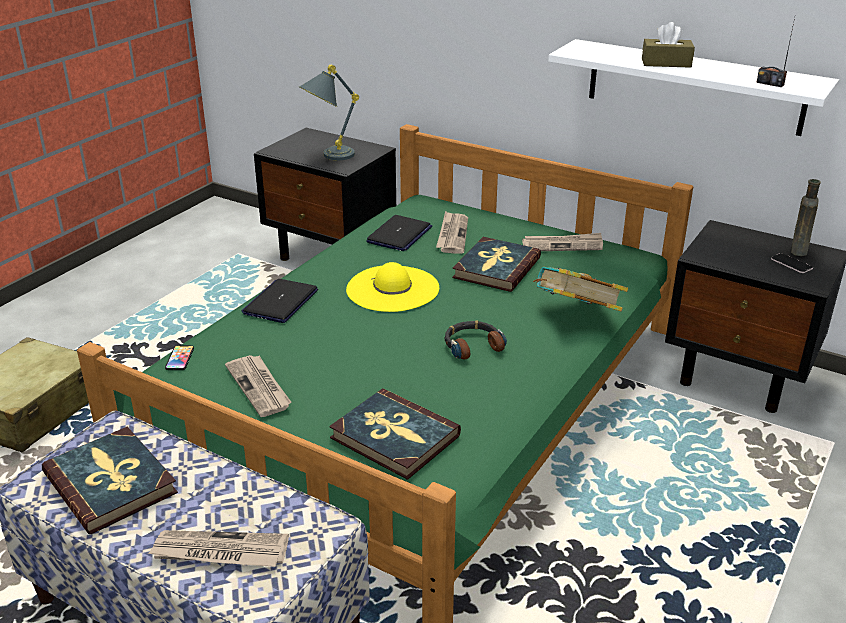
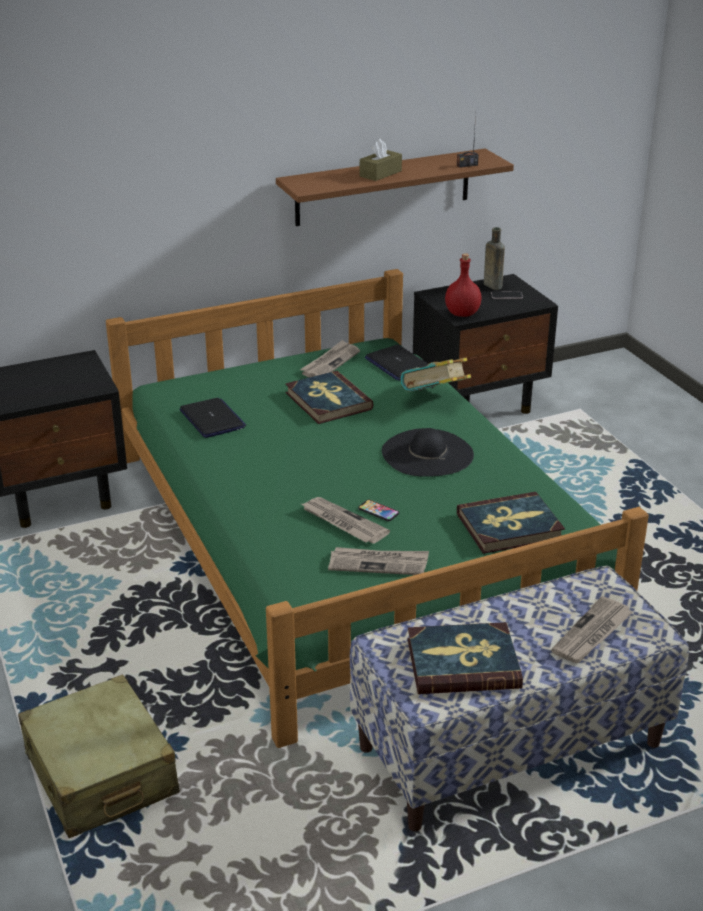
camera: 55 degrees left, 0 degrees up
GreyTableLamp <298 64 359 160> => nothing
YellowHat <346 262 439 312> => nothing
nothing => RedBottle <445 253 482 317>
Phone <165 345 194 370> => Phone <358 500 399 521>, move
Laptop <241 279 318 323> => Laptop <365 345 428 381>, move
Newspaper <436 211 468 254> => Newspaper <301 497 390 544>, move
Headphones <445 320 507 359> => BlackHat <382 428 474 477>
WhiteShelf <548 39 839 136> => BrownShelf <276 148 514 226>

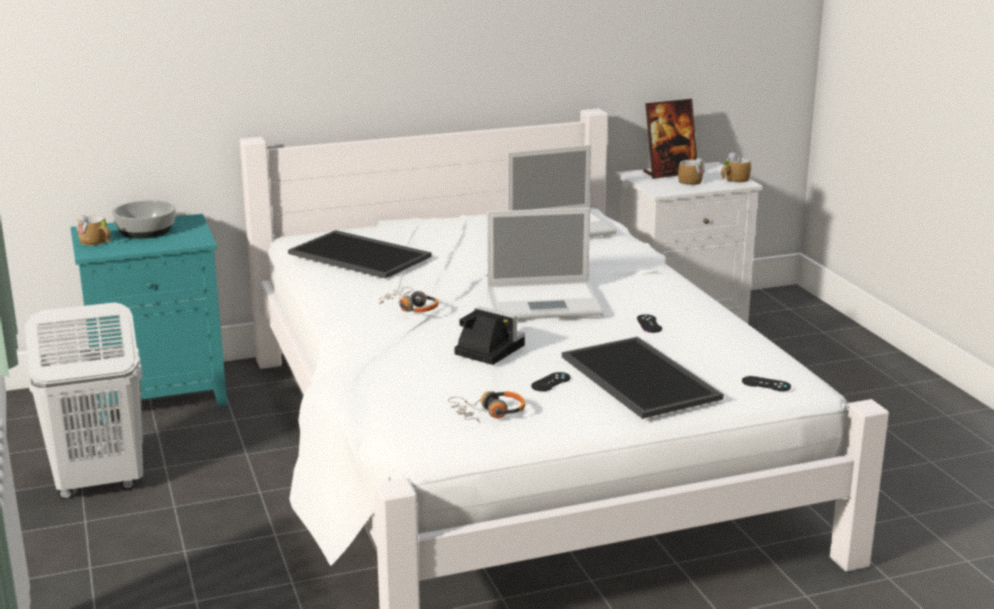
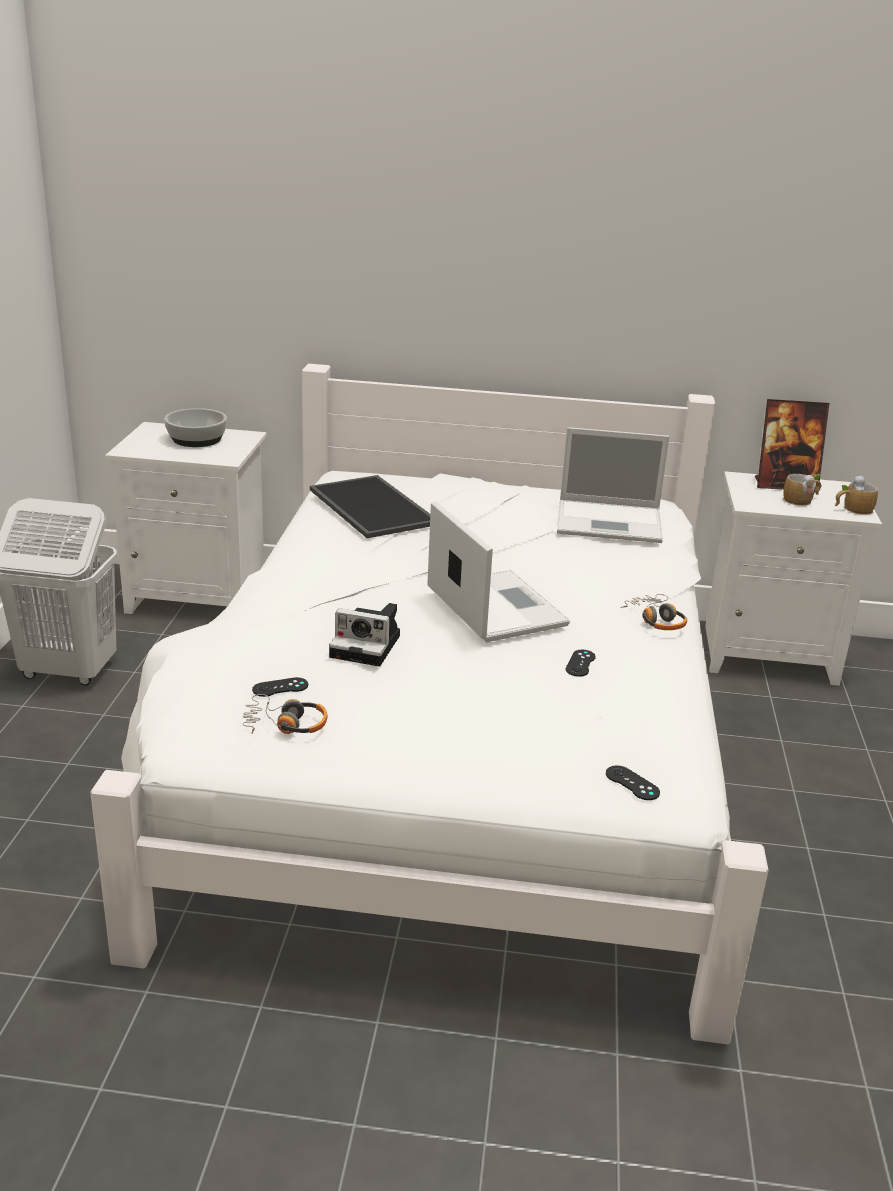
camera: 25 degrees right, 5 degrees up
Mug <76 215 111 245> => nothing
Tray <562 337 724 419> => nothing
Headphones <379 287 438 312> => Headphones <621 594 687 630>, move
BlackGameController <531 372 570 391> => BlackGameController <252 677 308 697>, move
TurquoiseNightstand <70 214 227 423> => WhiteNightstand <105 422 267 614>
PhotoCamera <454 306 525 365> => PhotoCamera <329 603 400 667>, 135 degrees clockwise
Laptop <487 207 604 320> => Laptop <427 501 570 642>, 135 degrees counterclockwise

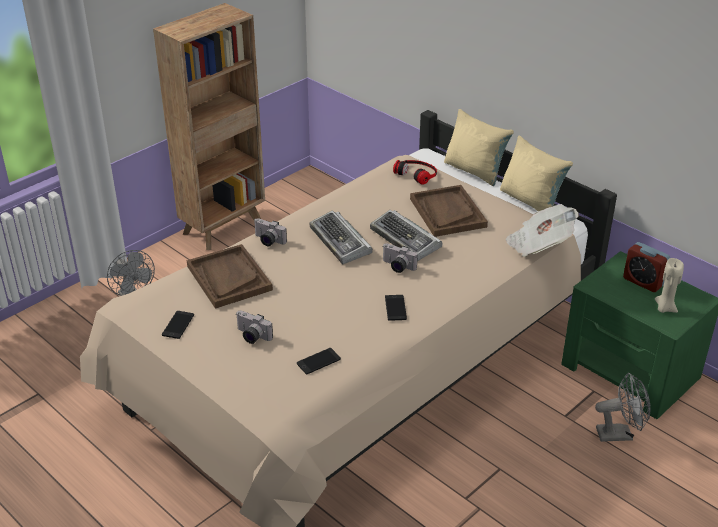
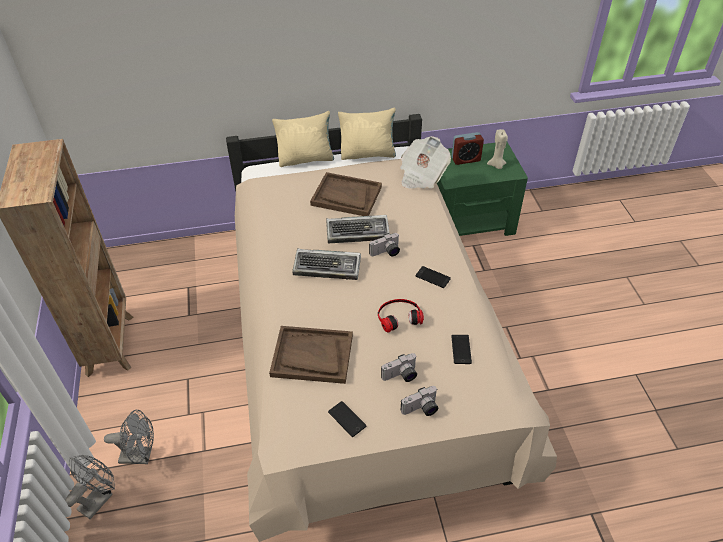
camera: 55 degrees left, 10 degrees up
PhotoCamera <254 218 287 246> => PhotoCamera <401 386 438 416>, move
Headphones <393 160 437 185> => Headphones <378 299 424 333>, move
GreyFan <595 373 651 442> => GreyFan <65 455 115 519>, move

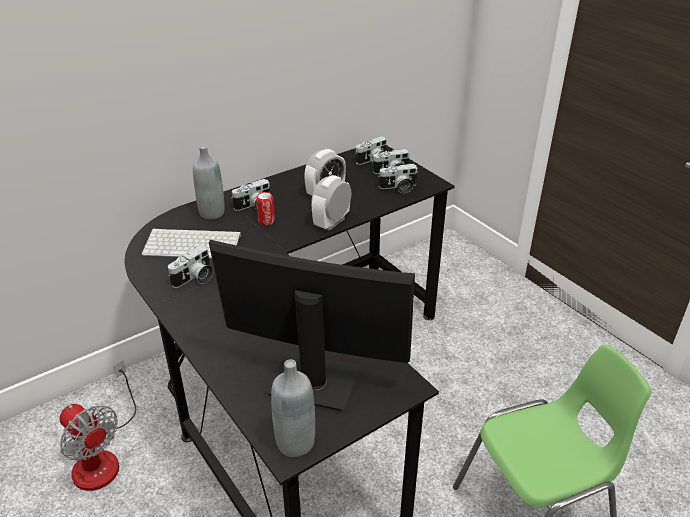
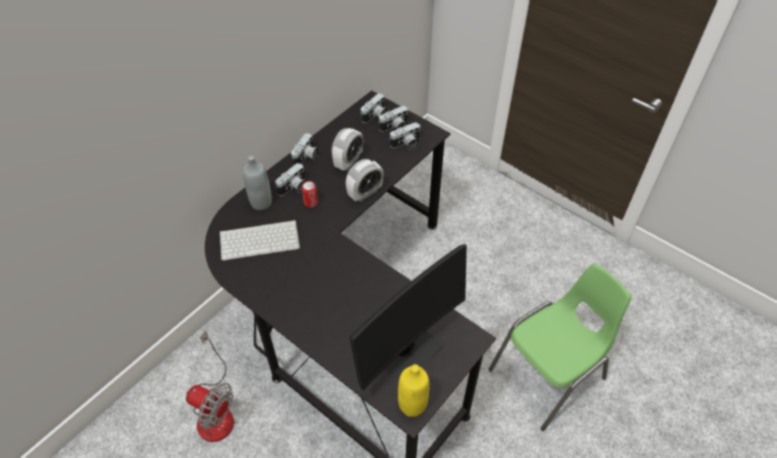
camera: 15 degrees left, 15 degrees up
PhotoCamera <168 245 213 288> => PhotoCamera <291 133 319 165>, move
GreyBottle <271 359 315 457> => YellowBottle <398 364 429 417>
Monitor <209 240 415 411> => Monitor <349 244 467 391>, 135 degrees clockwise
AlarmClock <311 175 352 231> => AlarmClock <346 159 383 202>, 150 degrees counterclockwise

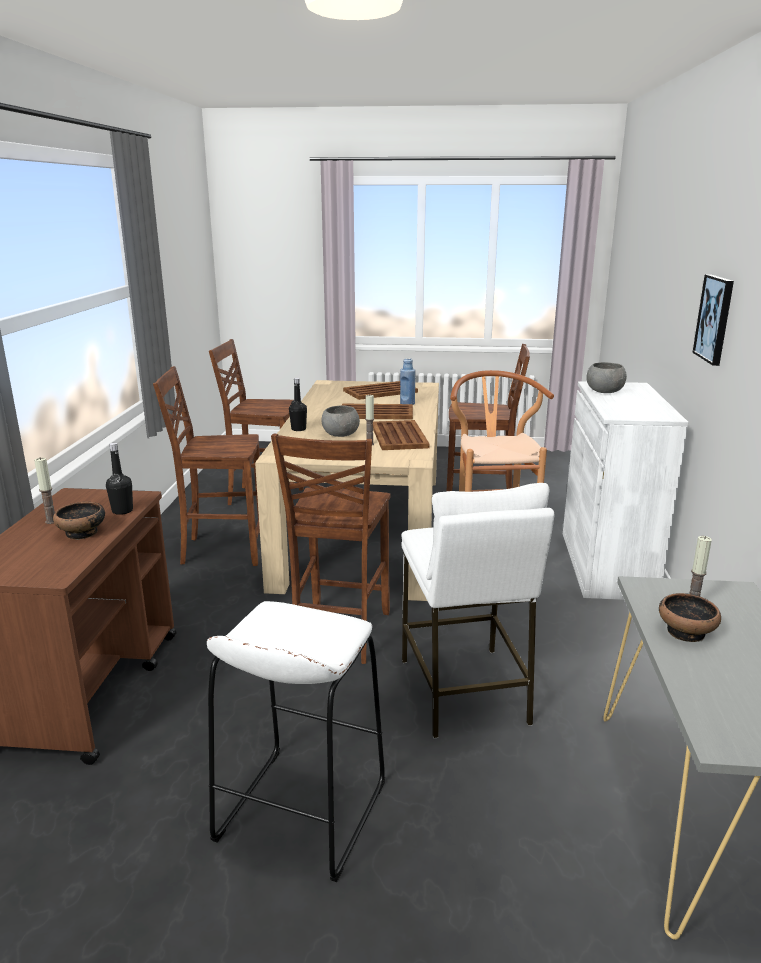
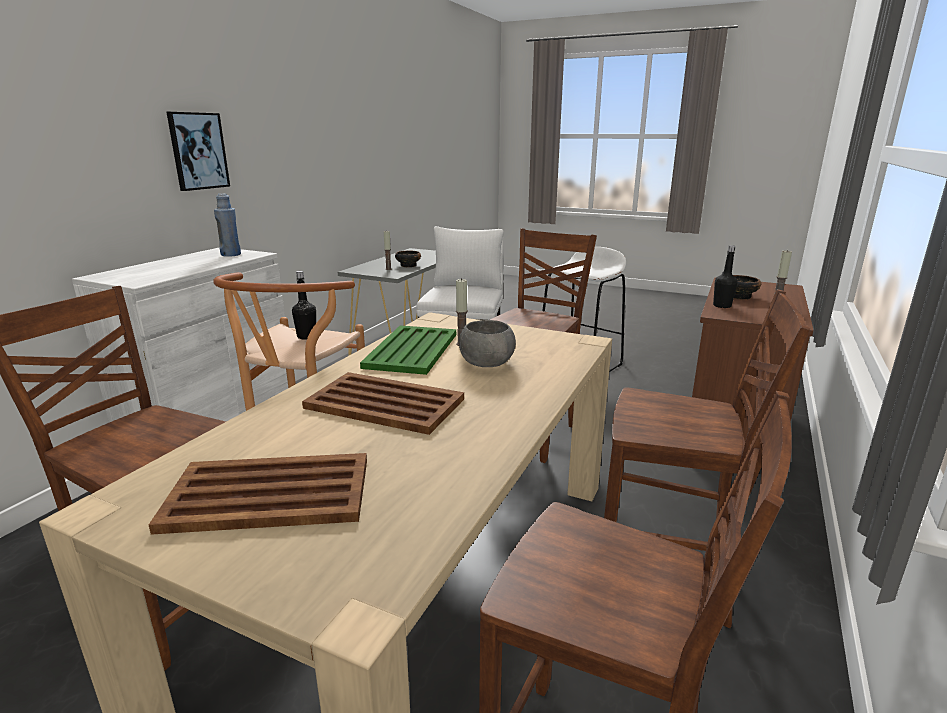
camera: 160 degrees left, 0 degrees up
GreyBowl <586 362 627 393> => nothing
BlackBottle <289 378 307 431> => BlackBottle <292 271 316 340>, move
BlueBottle <400 358 415 405> => BlueBottle <214 194 241 257>, move
BrownTray <373 420 430 450> => GreenTray <360 325 456 375>

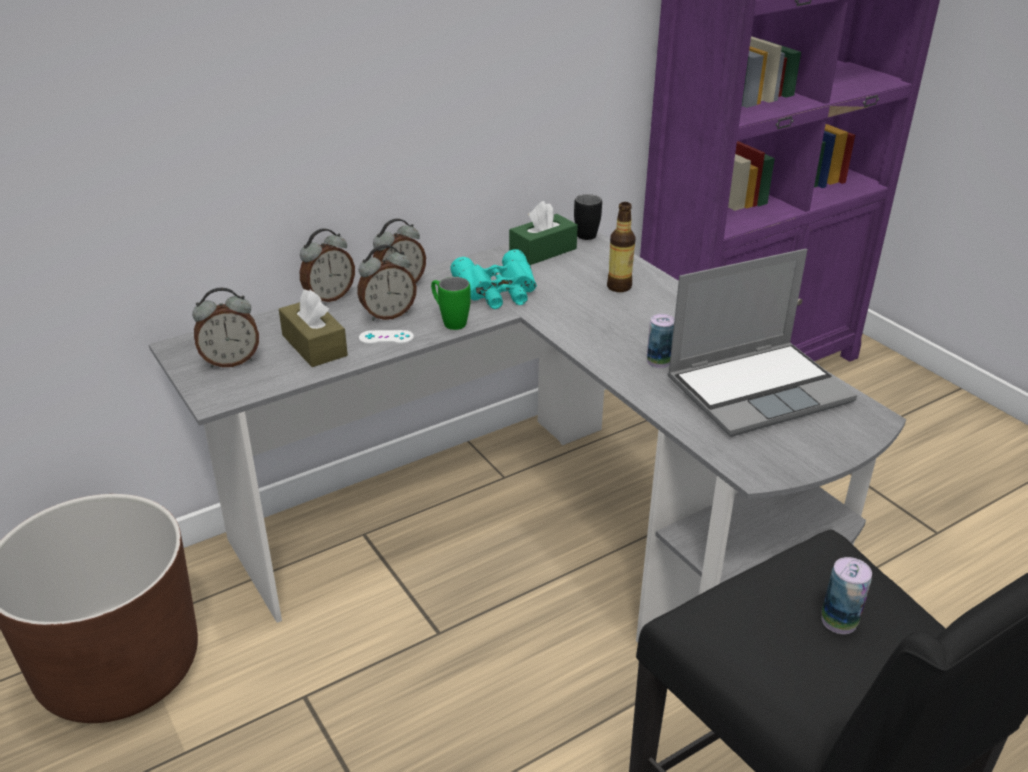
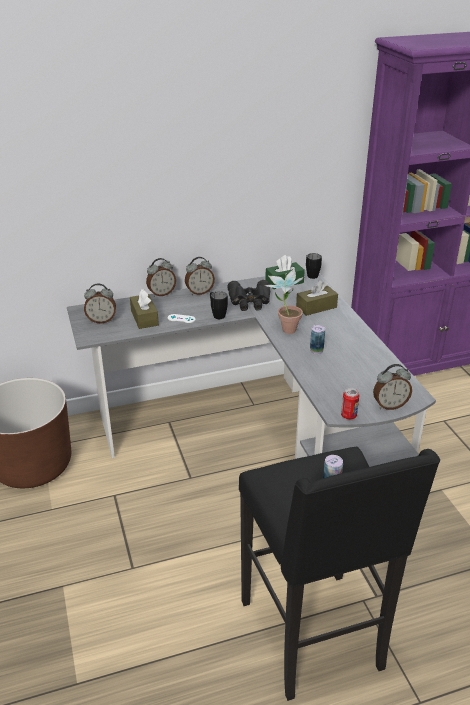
camera: 15 degrees right, 0 degrees up
Laptop <667 249 857 437> => nothing
nothing => PottedPlant <264 269 304 334>
nothing => Can <341 388 359 420>
AlarmClock <357 245 417 321> => AlarmClock <373 364 412 410>, move
Bottle <607 202 636 292> => BrownTissueBox <296 280 338 316>
GreenMug <431 277 471 330> => BlackMug <210 291 228 319>
TurquoiseBinoculars <450 249 537 309> => BlackBinoculars <228 280 270 311>

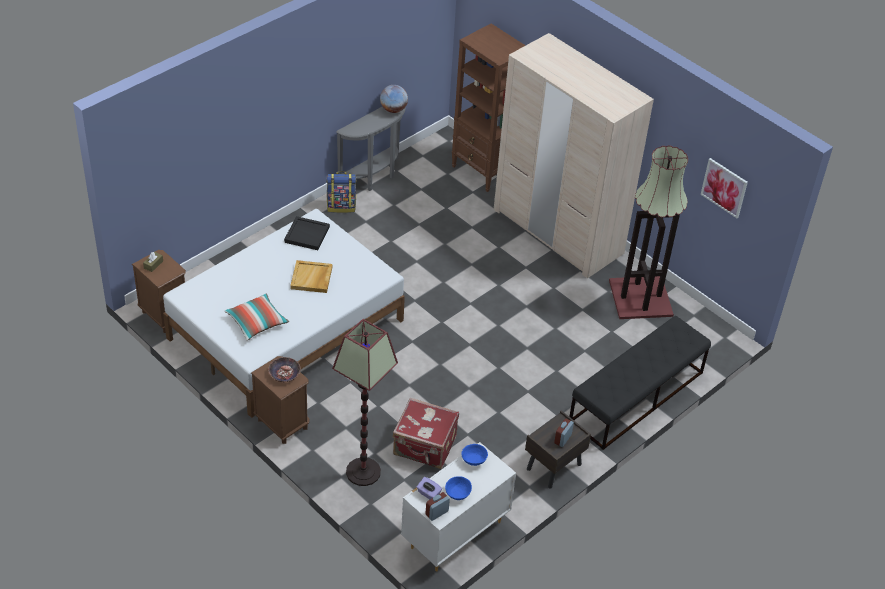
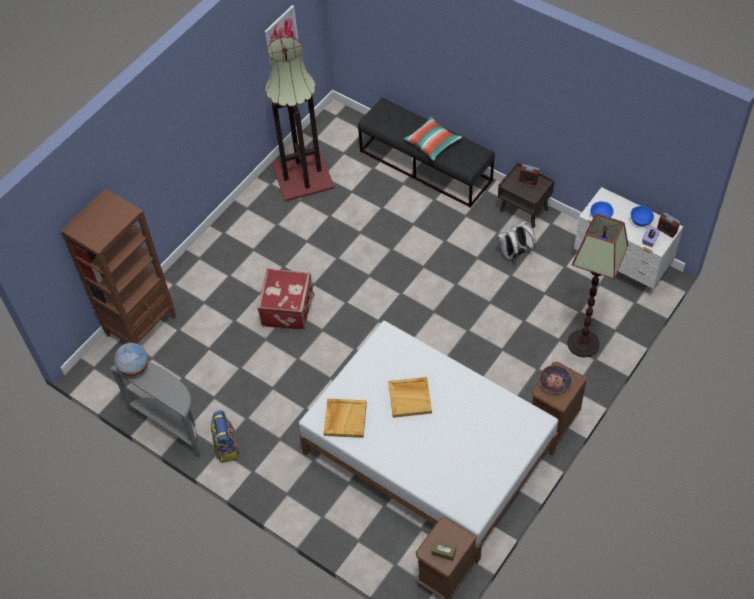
camera: 95 degrees left, 10 degrees up
BeigeWardrobe <494 33 654 278> => nothing
nothing => WhiteBackpack <497 221 536 262>
Pillow <224 294 289 341> => Pillow <403 116 462 161>, move
RedSuitcase <393 398 459 469> => RedSuitcase <257 268 315 330>, move
BlackTray <284 216 330 250> => BeigeTray <323 399 367 438>

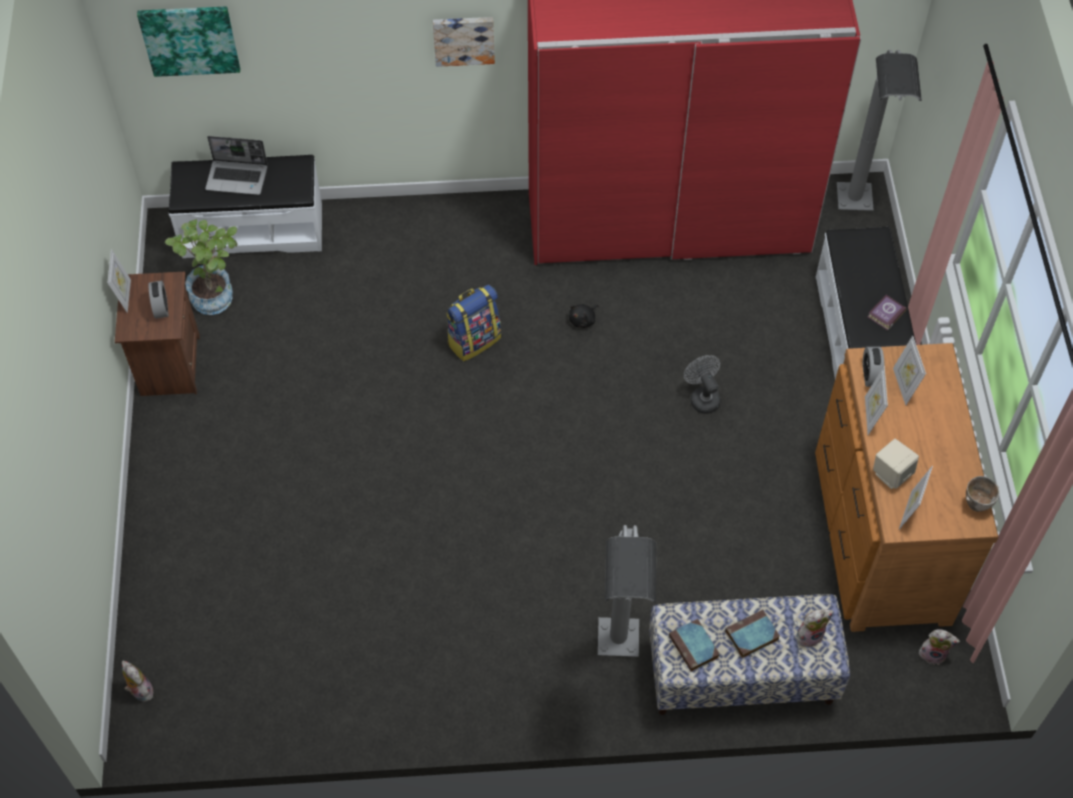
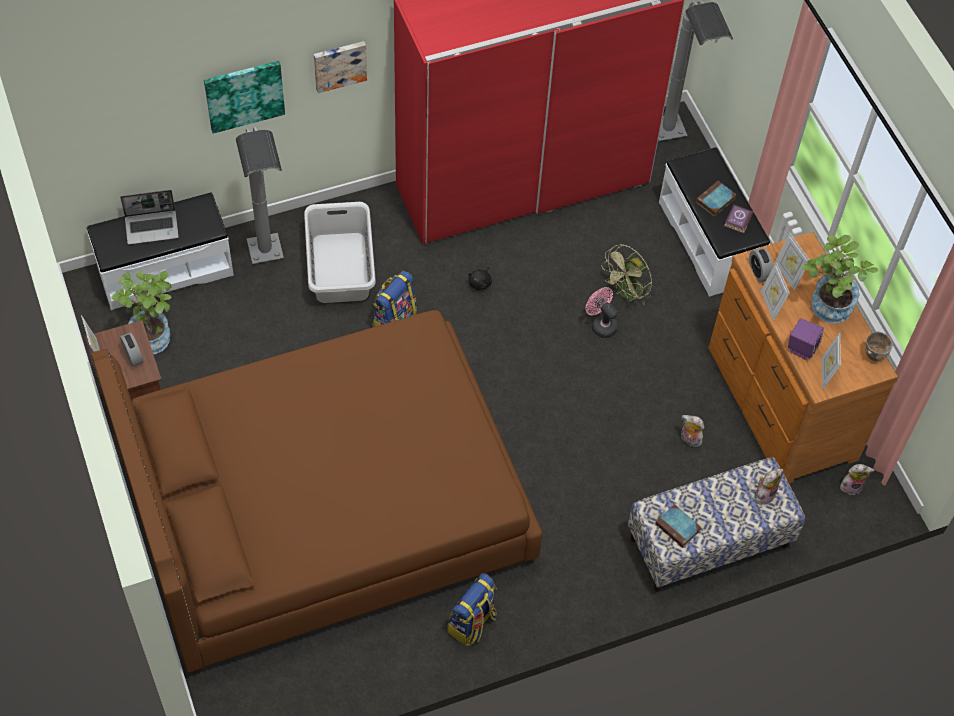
camera: 20 degrees left, 0 degrees up
nothing => BrownBed <91 310 543 675>
nothing => GreyLaundryBasket <304 202 376 303>
nothing => Backpack <448 573 497 646>
nothing => GreenFan <601 244 652 304>
nothing => PottedPlant <802 235 878 323>
PlushToy <122 661 153 702> => PlushToy <681 415 704 447>, move
Picture <137 7 240 77> => Picture <204 61 285 133>, move
GreyFloorLamp <598 525 656 657> => GreyFloorLamp <236 127 284 264>, move
Book <725 610 780 658> => Book <696 181 736 216>, move
GreyFan <684 355 721 414> => PinkFan <585 287 618 338>
BeigeSpeaker <873 439 919 489> => PurpleSpeaker <788 318 824 360>

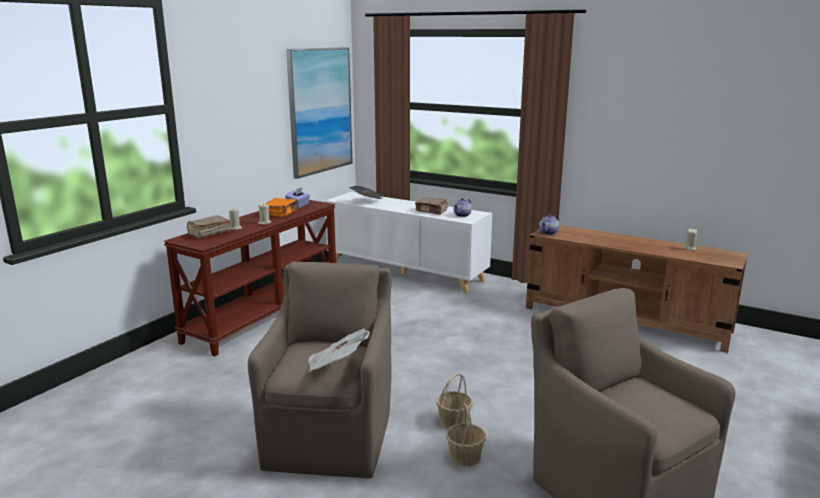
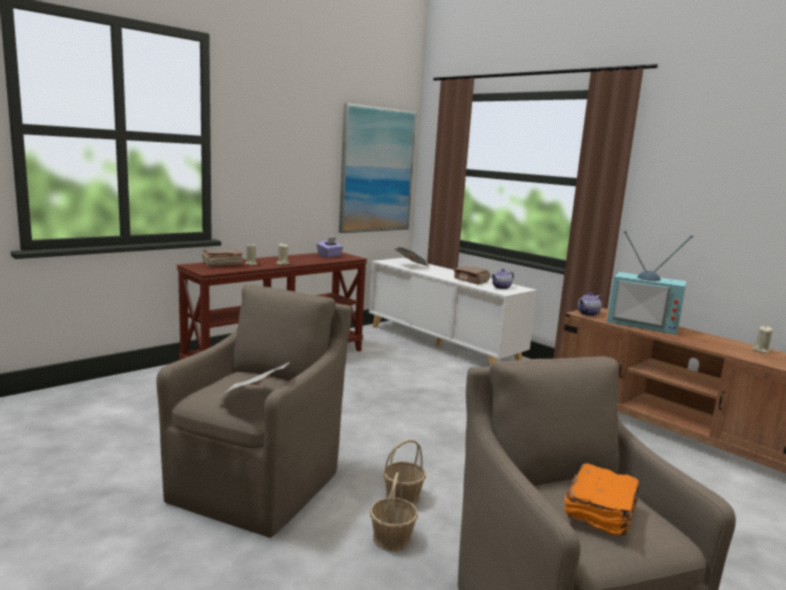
camera: 15 degrees right, 5 degrees down
nothing => Television <607 230 693 335>
OrangeBook <266 198 298 217> => OrangeBook <565 463 639 536>, move

